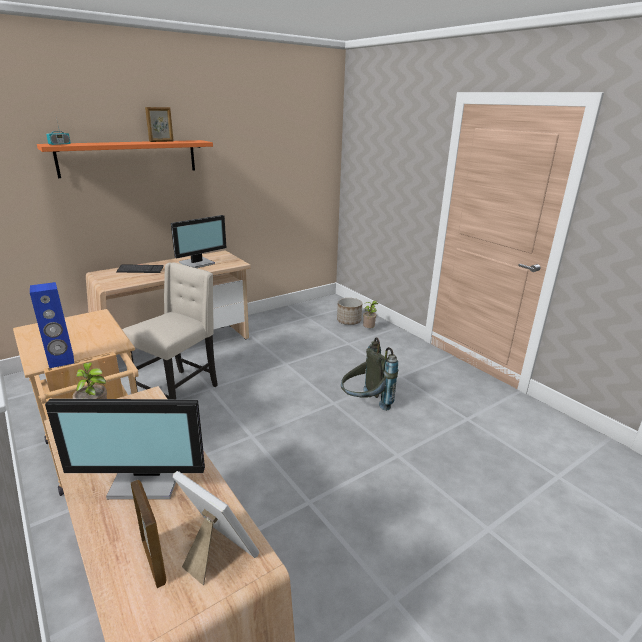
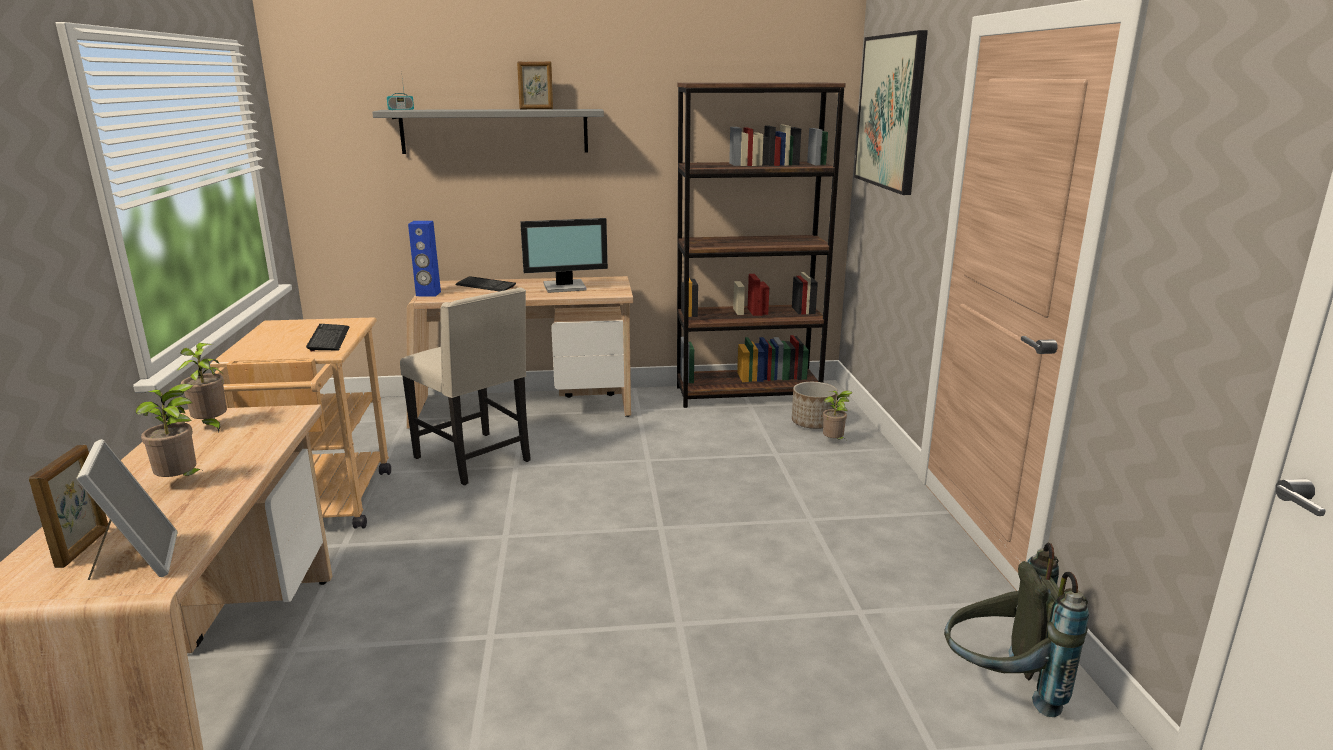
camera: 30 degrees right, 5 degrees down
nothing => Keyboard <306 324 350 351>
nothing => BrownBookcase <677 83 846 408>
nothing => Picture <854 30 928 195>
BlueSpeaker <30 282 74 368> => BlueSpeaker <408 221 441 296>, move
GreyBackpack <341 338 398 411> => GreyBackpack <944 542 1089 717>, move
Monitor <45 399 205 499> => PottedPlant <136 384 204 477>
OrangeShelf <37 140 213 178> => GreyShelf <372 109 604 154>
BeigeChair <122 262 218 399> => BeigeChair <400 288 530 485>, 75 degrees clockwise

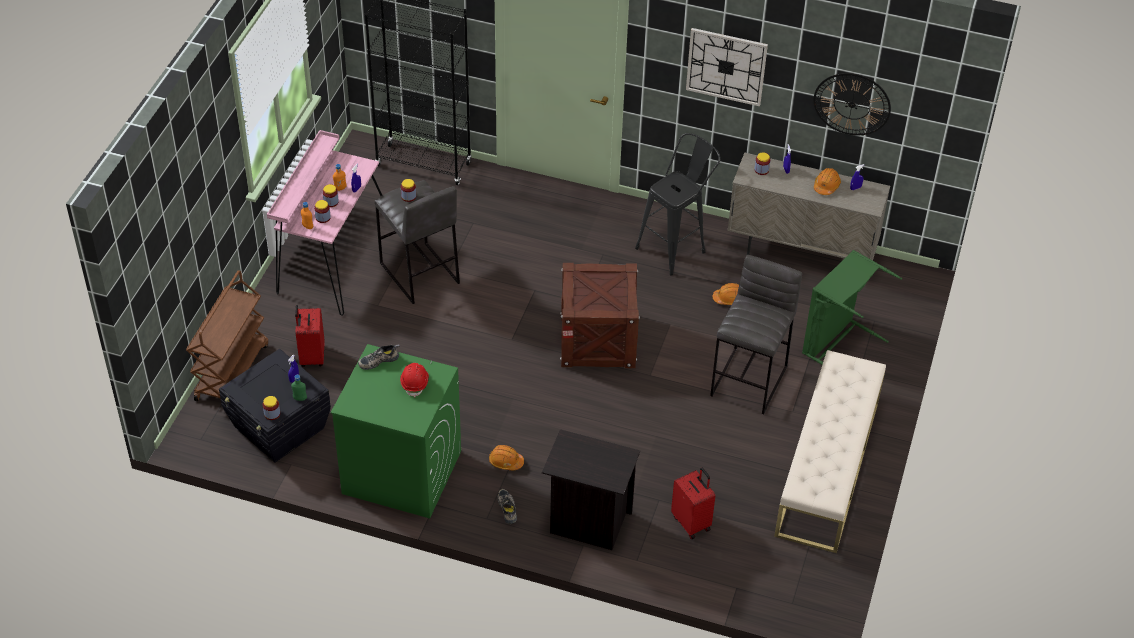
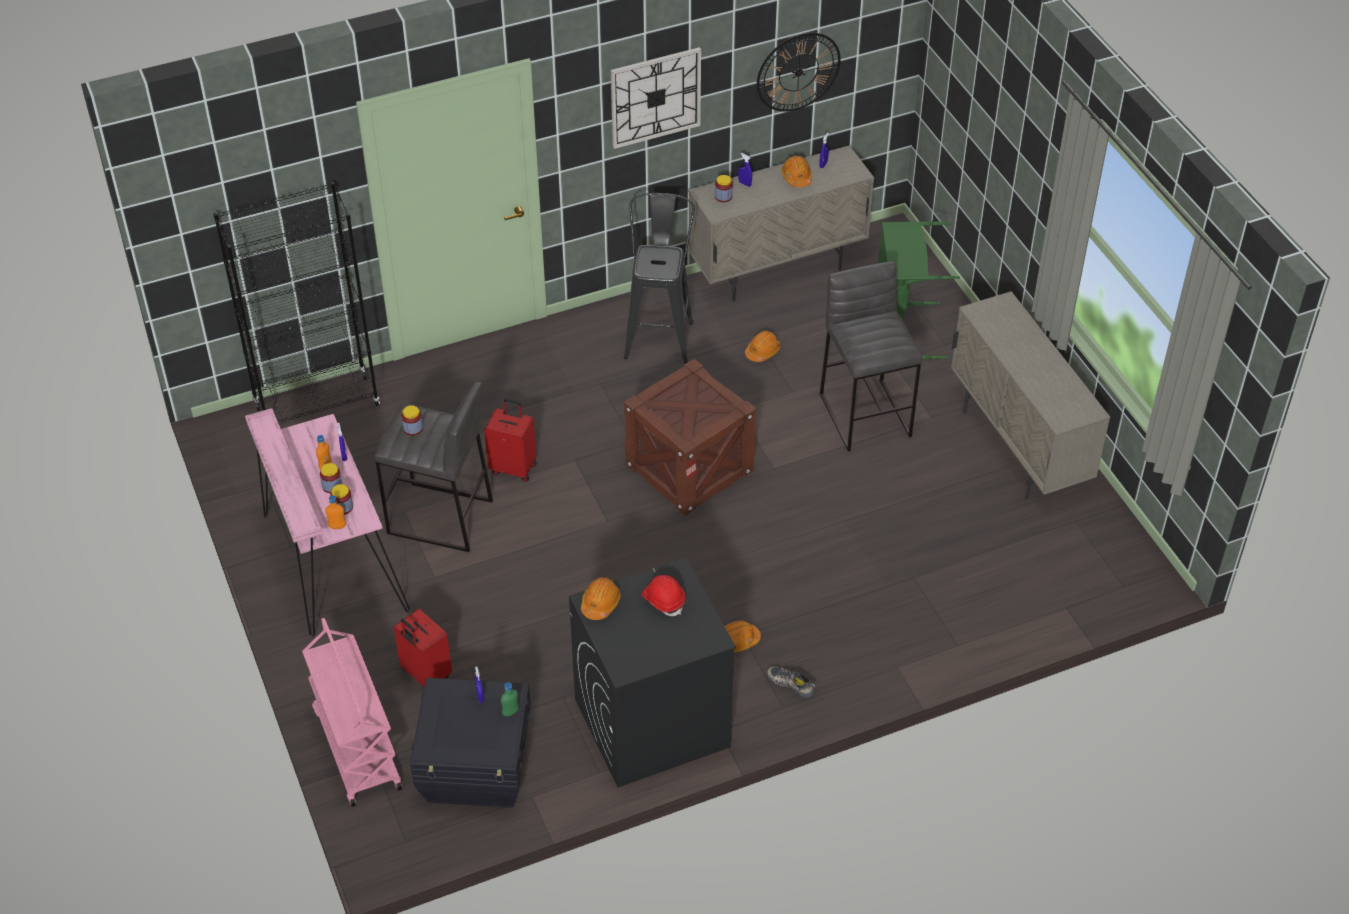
camera: 40 degrees left, 0 degrees up
Jar <263 396 280 420> => nothing
BlackNightstand <542 429 640 550> => nothing
RedSuitcase <671 467 715 539> => RedSuitcase <484 398 537 482>, move
Shoe <358 344 400 370> => OrangeHardHat <581 577 621 620>
BeigeBench <774 350 886 553> => BeigeCabinet <951 291 1110 500>
BrownCart <186 270 268 401> => PinkCart <302 618 402 807>
GreenWashingMachine <331 344 461 518> => BlackWashingMachine <569 557 736 787>

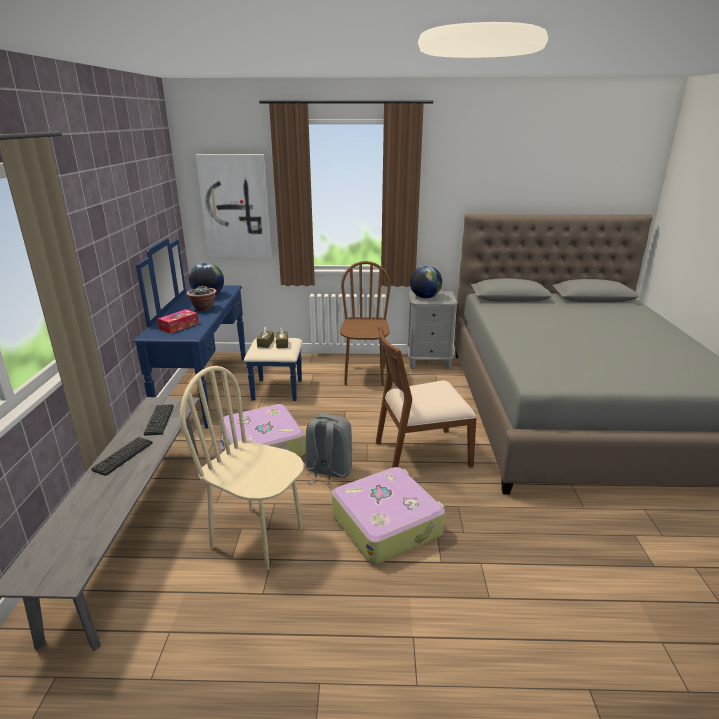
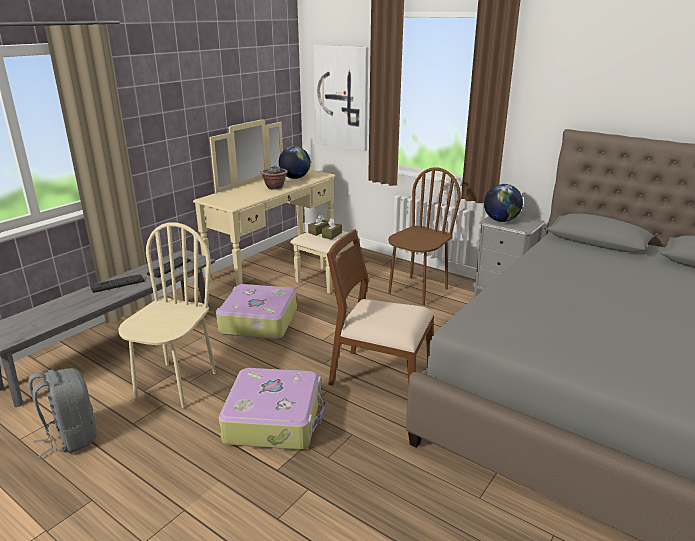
camera: 35 degrees right, 0 degrees up
TissueBox <157 309 199 334> => nothing
GreyBackpack <305 414 353 488> => GreyBackpack <28 368 97 457>, move
BlueDresser <134 238 303 429> => BeigeDresser <193 119 360 294>
BeigeChair <180 366 304 570> => BeigeChair <118 222 216 408>, 45 degrees clockwise

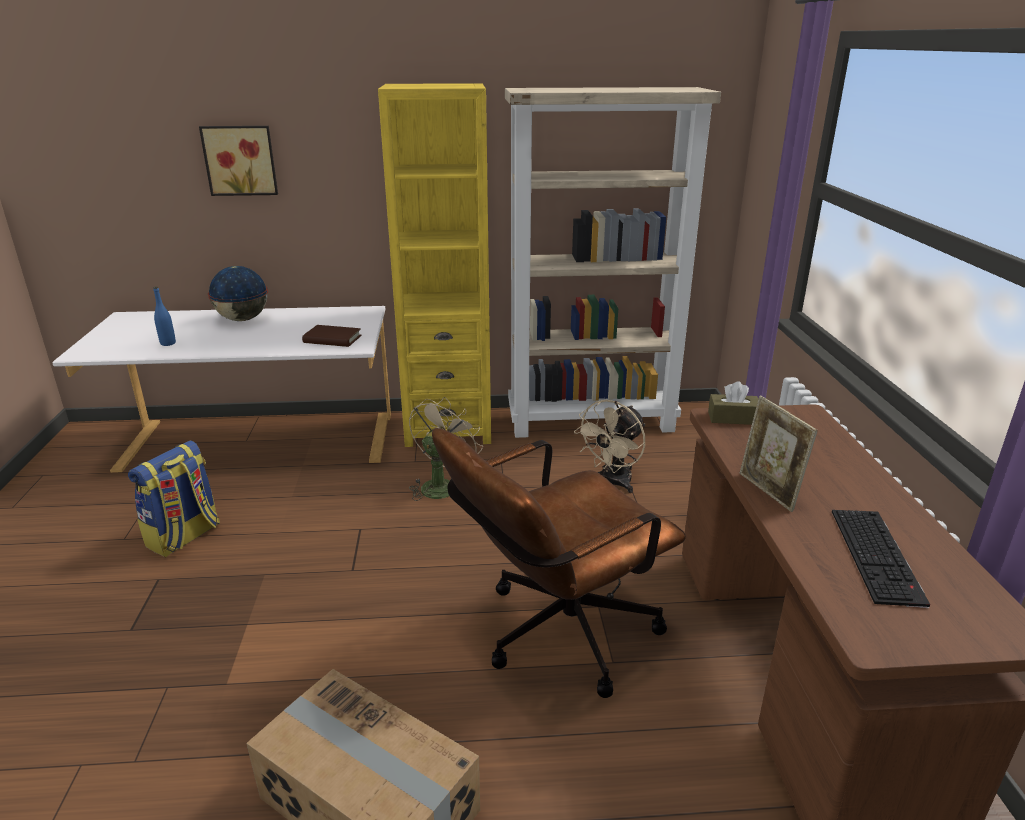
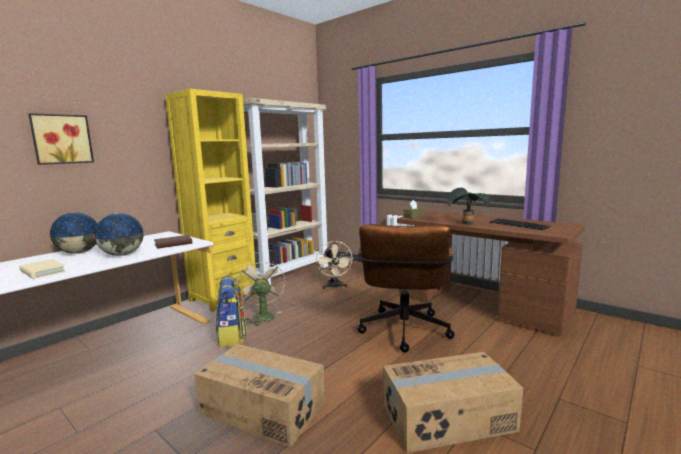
camera: 45 degrees left, 15 degrees down
nothing => Globe <93 213 144 256>
nothing => CardboardBox <195 344 325 447>
Backpack <128 440 220 557> => Backpack <215 276 247 348>, move
BlueBottle <153 287 176 346> => BeigeBook <20 259 66 279>
PictureFrame <740 396 818 512> => PottedPlant <448 188 490 224>

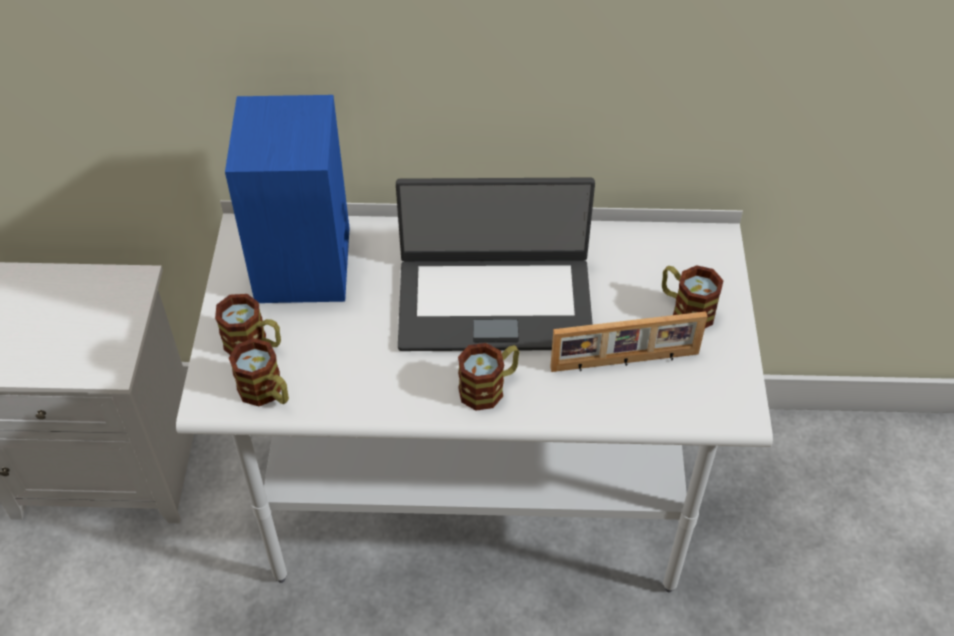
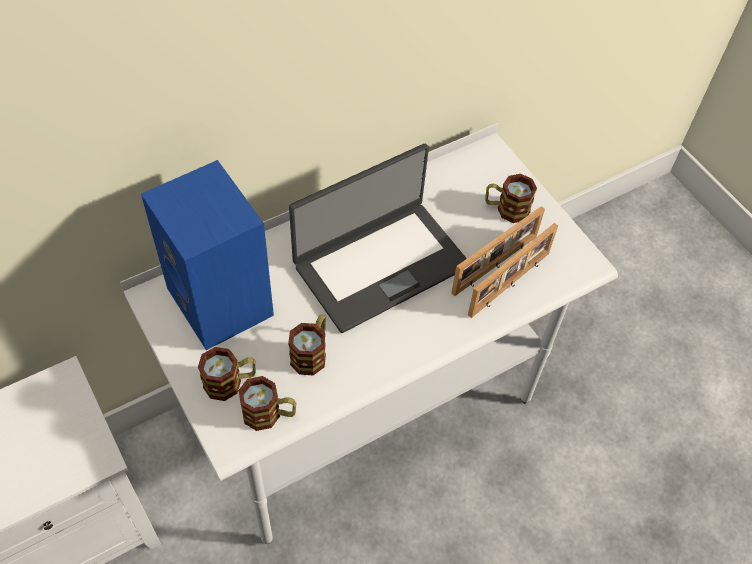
camera: 35 degrees left, 5 degrees up
nothing => PictureFrame <468 223 558 318>
Mug <458 343 519 411> => Mug <288 314 326 375>, move

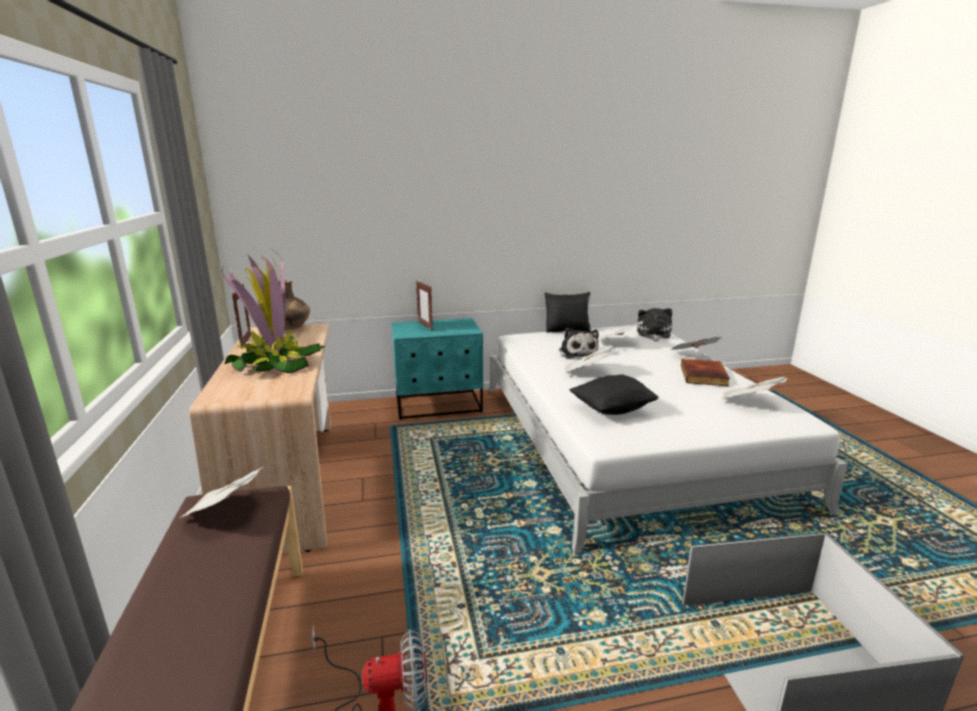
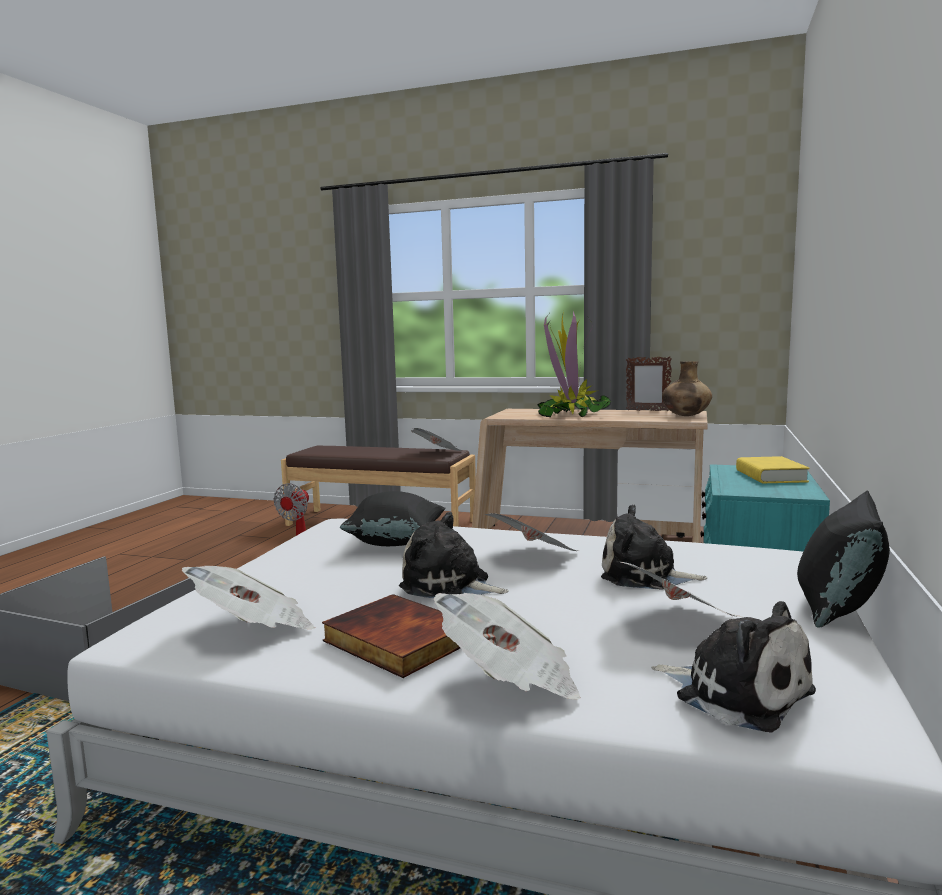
camera: 120 degrees right, 10 degrees down
nothing => PlushToy <399 512 509 599>
PictureFrame <416 281 433 331> => YellowBook <736 456 810 483>

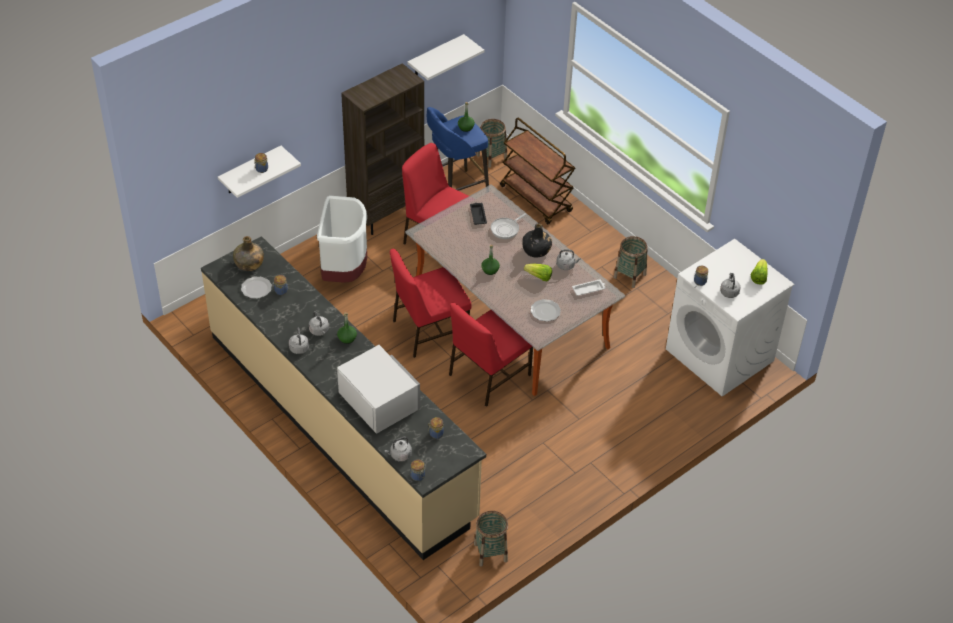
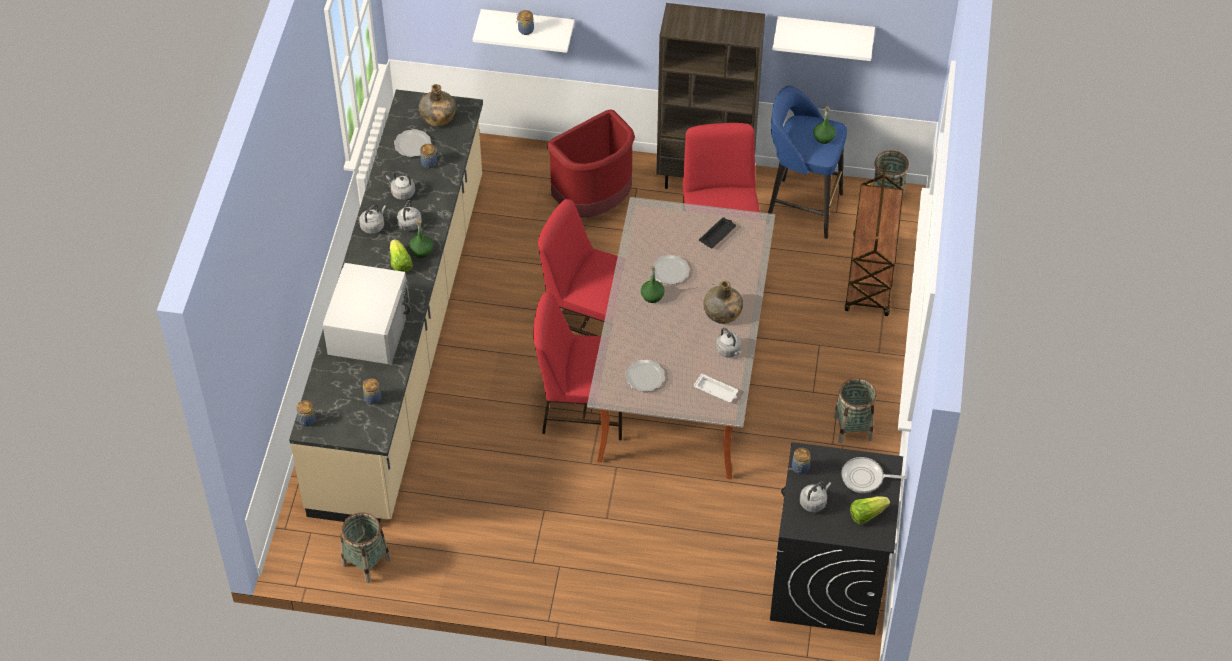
camera: 50 degrees right, 5 degrees up
nothing => Plate <652 255 690 285>
GreyKettle <384 436 412 462> => GreyKettle <386 171 415 200>, move
FryingPan <491 213 527 239> => FryingPan <841 457 907 493>, move
Lettuce <524 264 552 281> => Lettuce <390 239 413 272>, move
WhiteTrashCan <317 196 367 283> => RedTrashCan <547 109 635 218>
BlackBottle <522 224 552 258> => GreenBottle <704 281 743 324>
WhiteWashingMachine <666 239 794 396> => BlackWashingMachine <770 442 903 635>

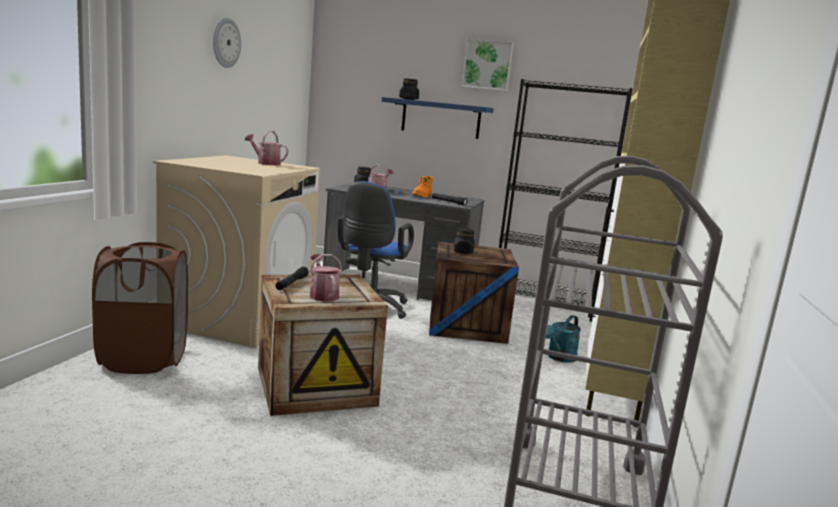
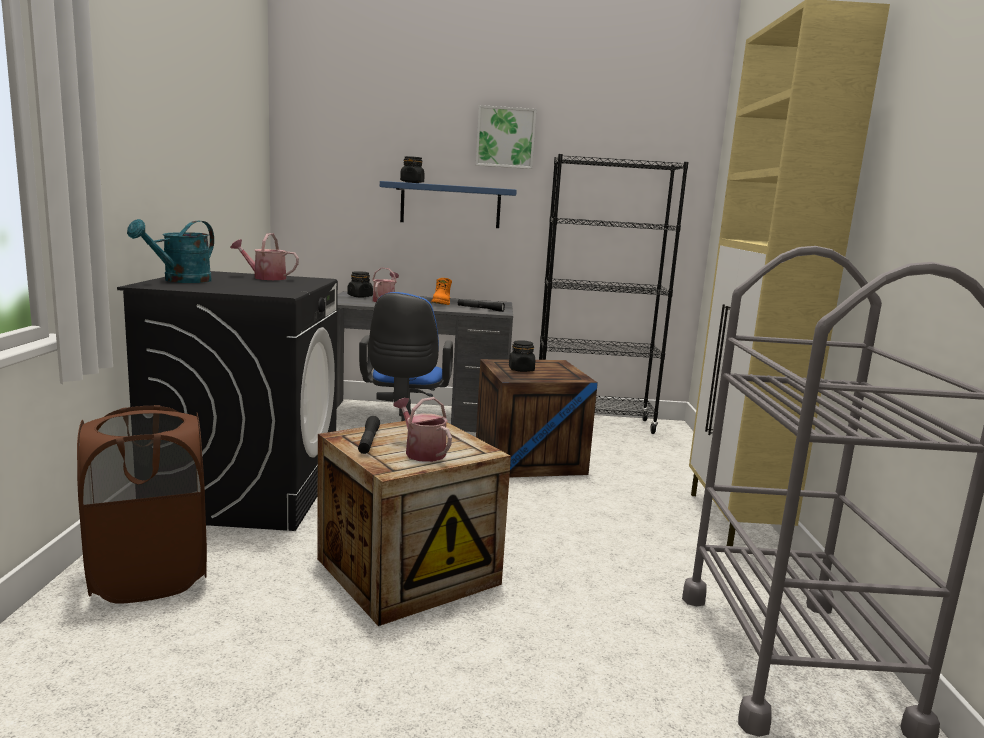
camera: 15 degrees left, 0 degrees up
WallClock <213 18 241 68> => nothing
TurquoiseWateringCan <546 315 581 363> => TurquoiseWateringCan <127 219 214 283>, move
BeigeWashingMachine <153 156 320 348> => BlackWashingMachine <117 271 338 531>

